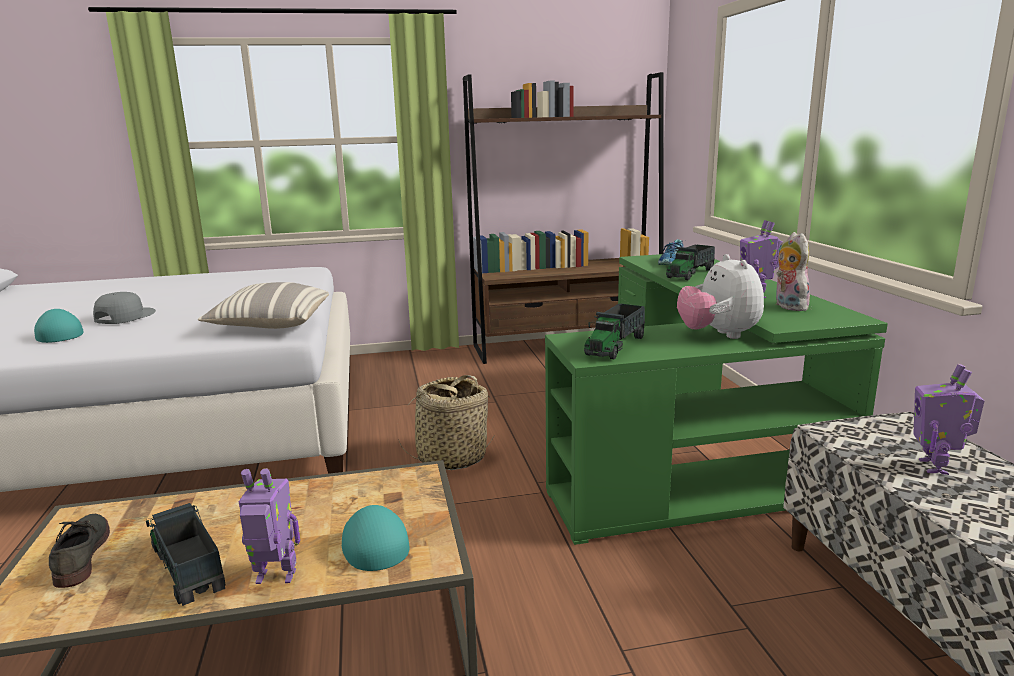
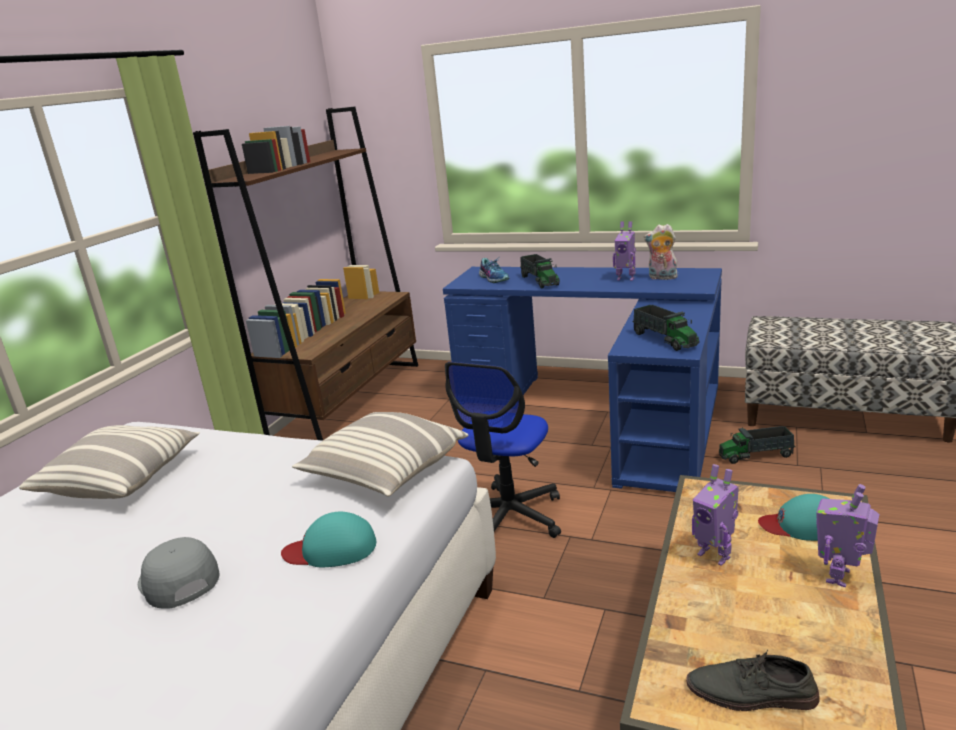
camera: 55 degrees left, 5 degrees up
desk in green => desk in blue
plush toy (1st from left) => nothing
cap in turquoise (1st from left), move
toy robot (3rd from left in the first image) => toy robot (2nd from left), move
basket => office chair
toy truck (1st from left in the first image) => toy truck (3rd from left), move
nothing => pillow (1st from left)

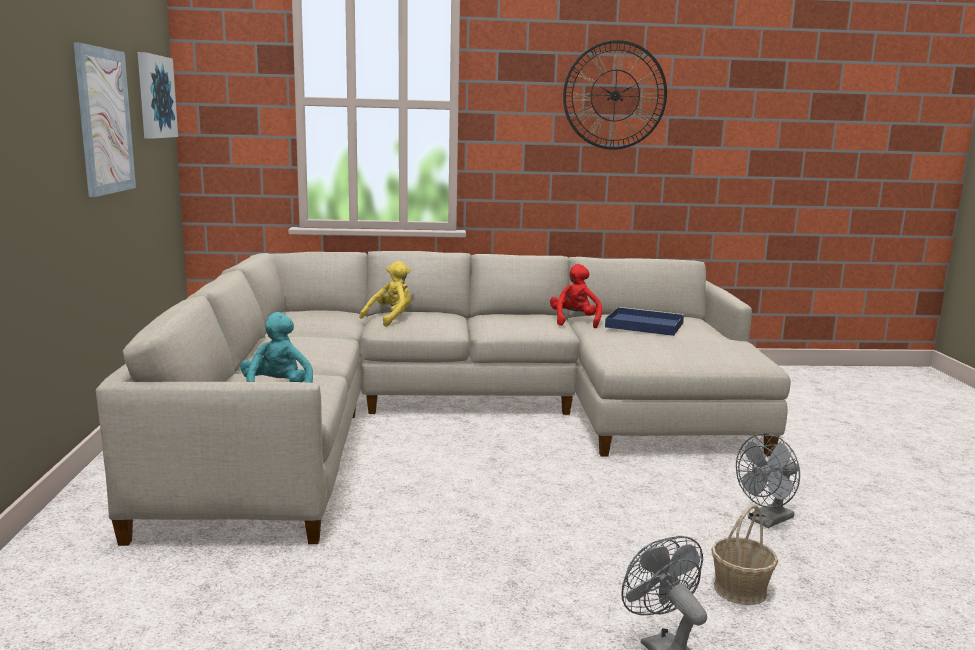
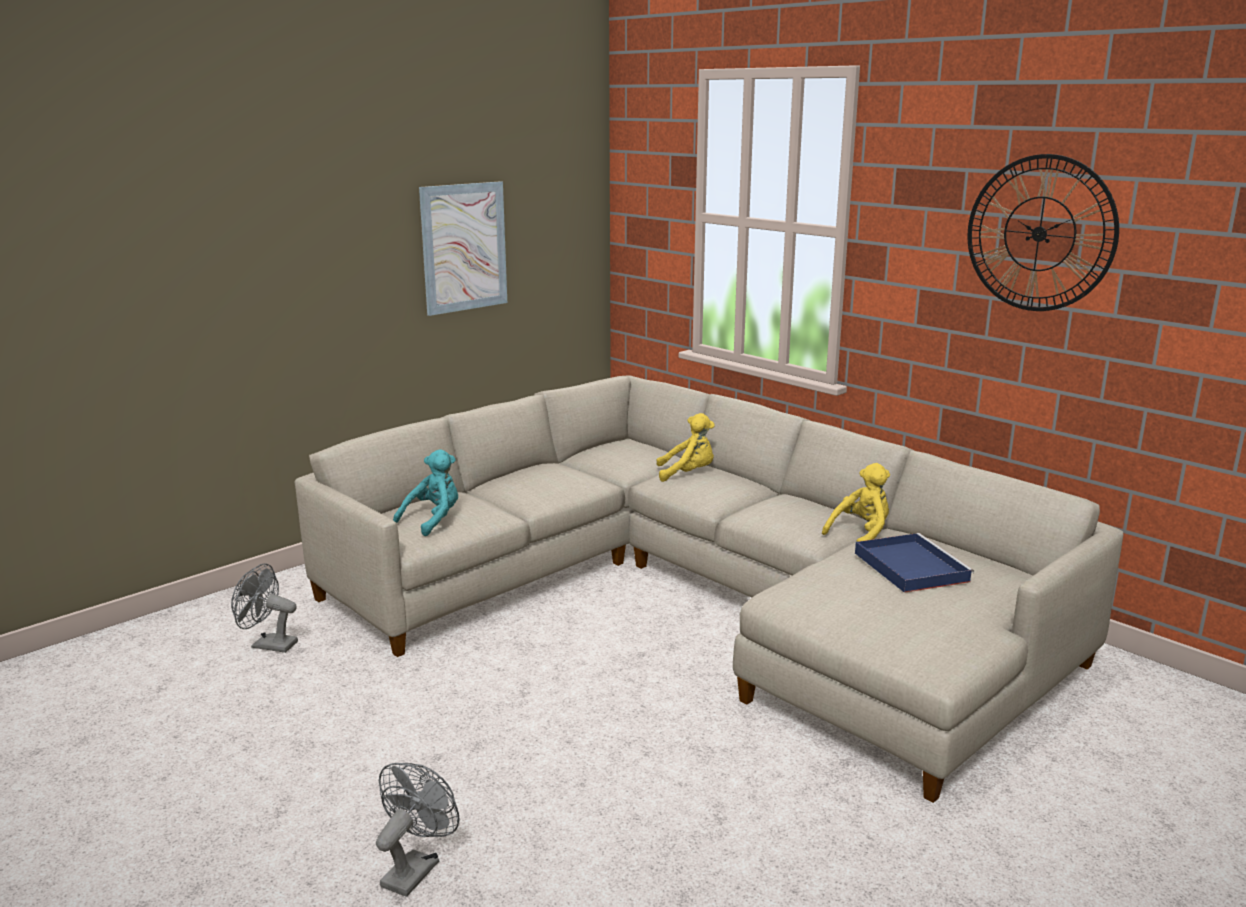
camera: 50 degrees right, 5 degrees up
picture (2nd from left) => nothing
plush toy in red => plush toy in yellow (2nd from left)
fan in grey (2nd from left in the first image) => fan in grey (1st from left), move
basket => nothing

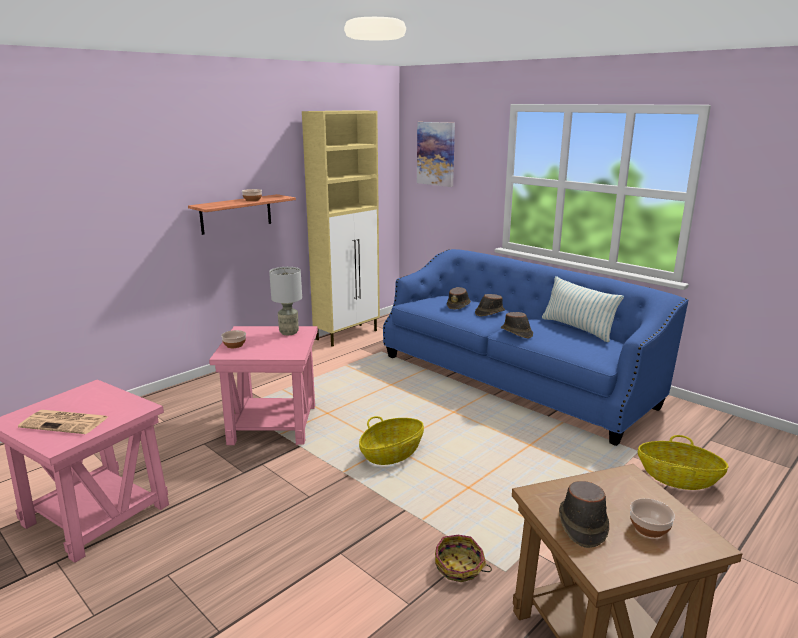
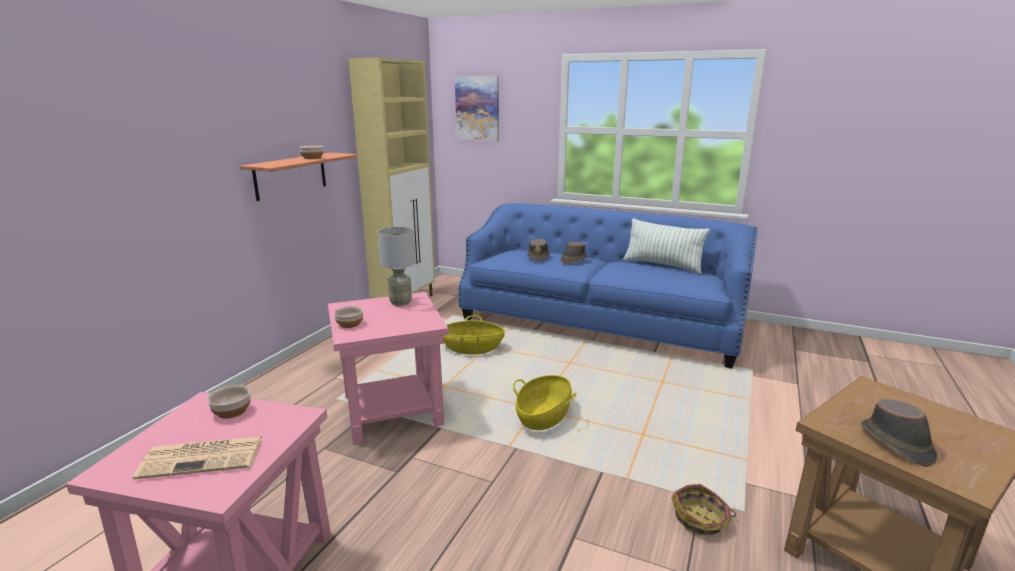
camera: 20 degrees left, 0 degrees up
hat in brown (3rd from left) => nothing
basket (3rd from left in the first image) => basket (1st from left), move
bowl (3rd from left in the first image) => bowl (1st from left), move

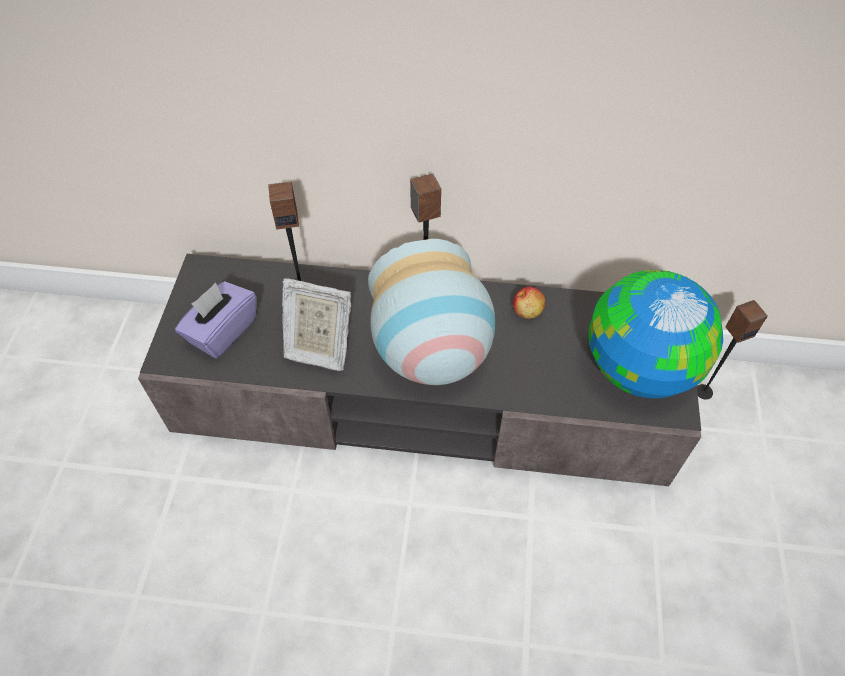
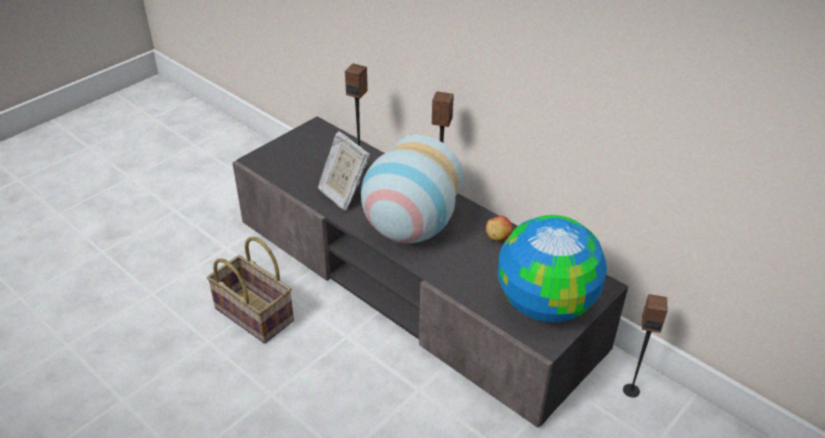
camera: 35 degrees right, 15 degrees down
tissue box in purple => nothing
nothing => basket

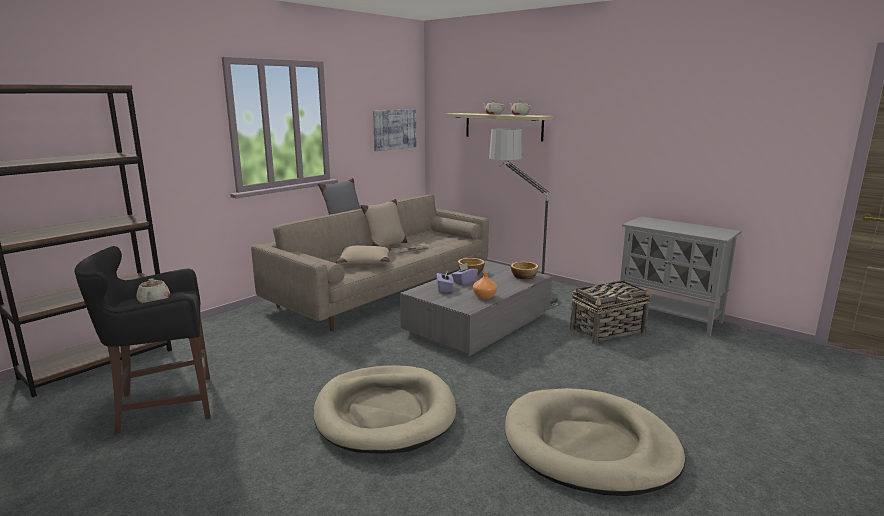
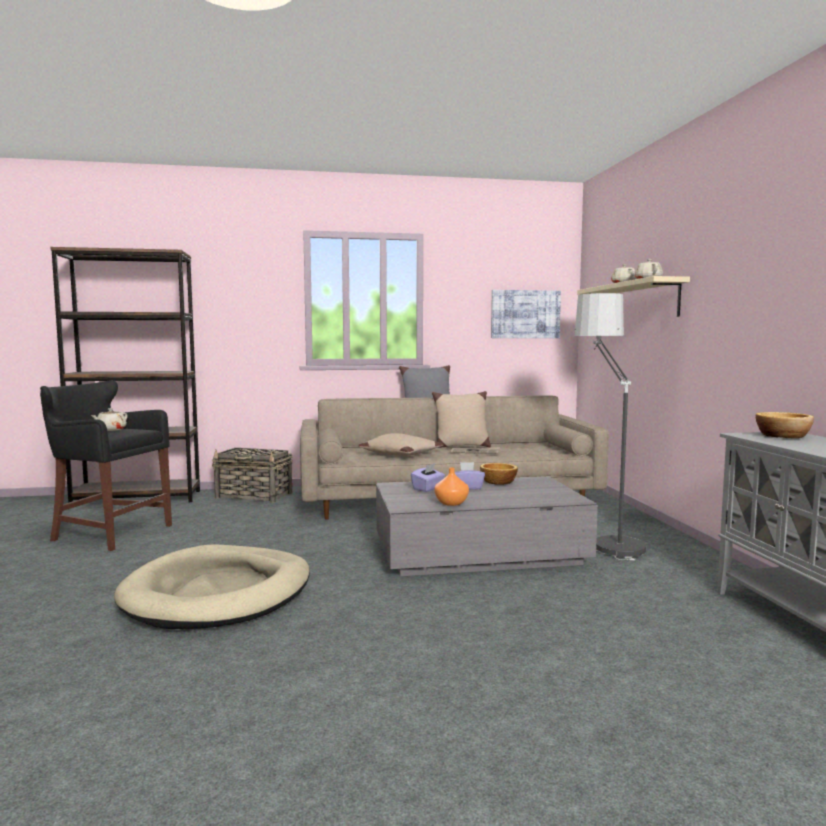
camera: 40 degrees right, 10 degrees down
bowl (2nd from left), move
basket, move
dog bed in beige (2nd from left) => nothing

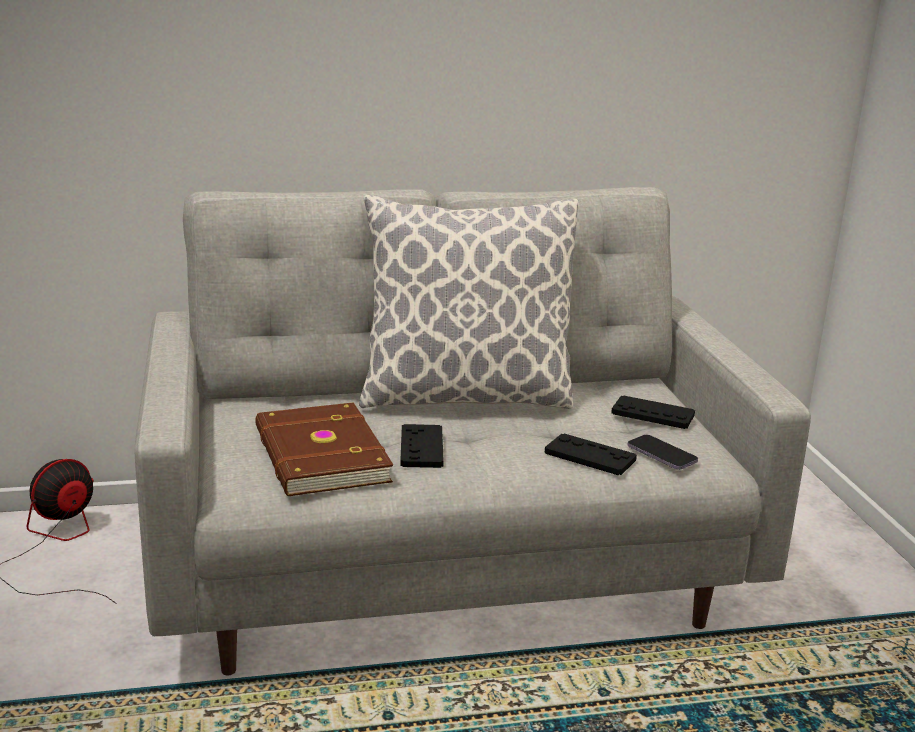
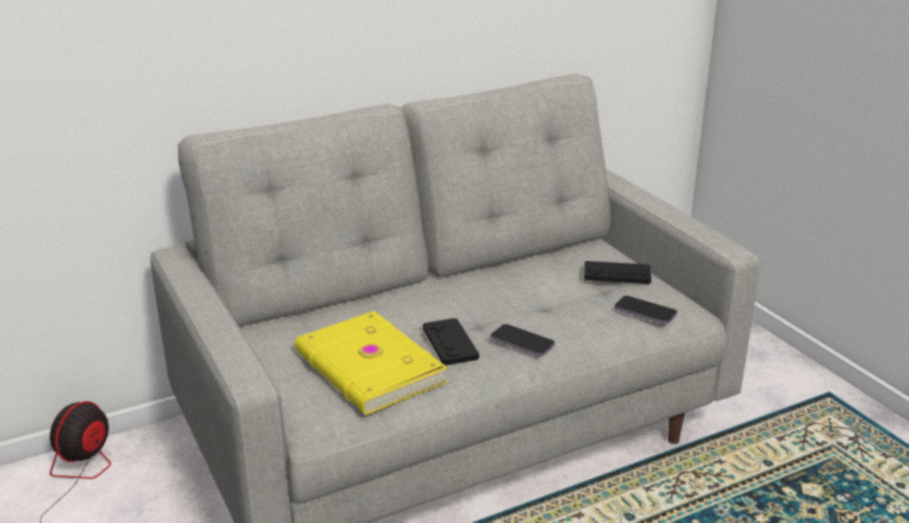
camera: 15 degrees left, 5 degrees up
pillow => nothing
book in brown => book in yellow
game controller in black (2nd from left) => nothing
nothing => phone (1st from left)

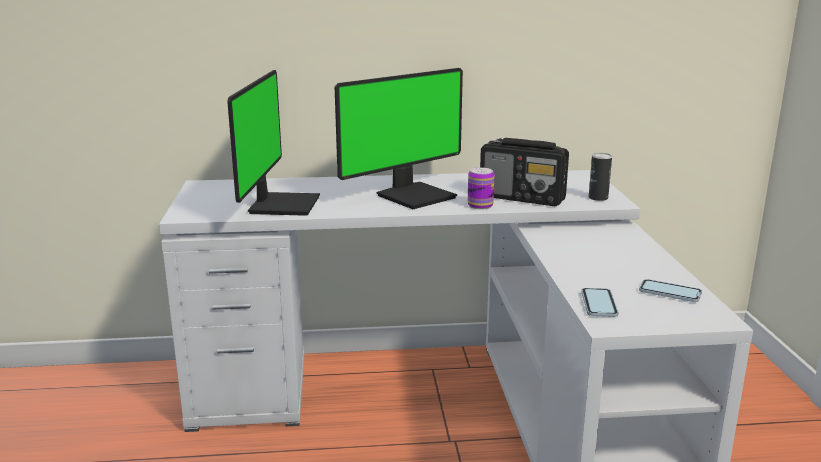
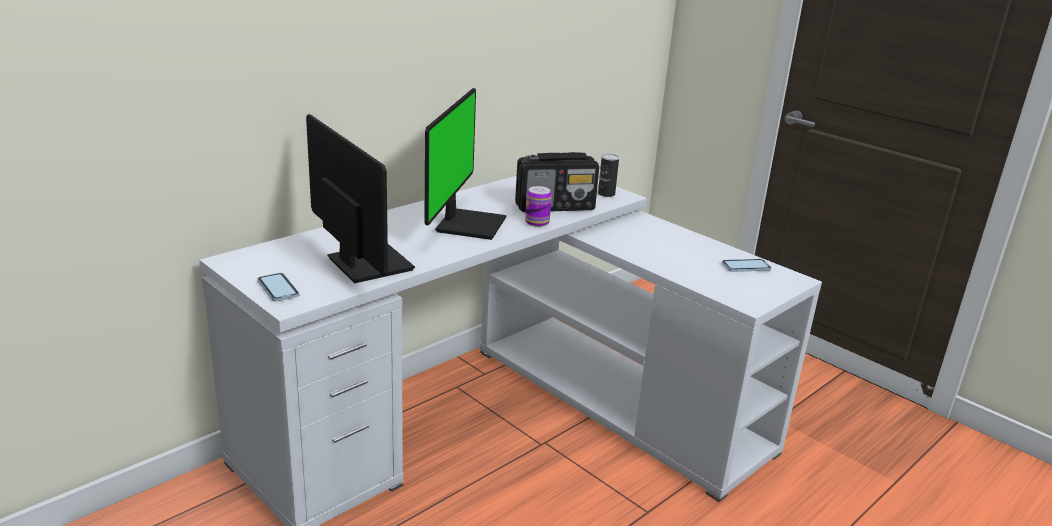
camera: 40 degrees left, 5 degrees up
phone (1st from left), move

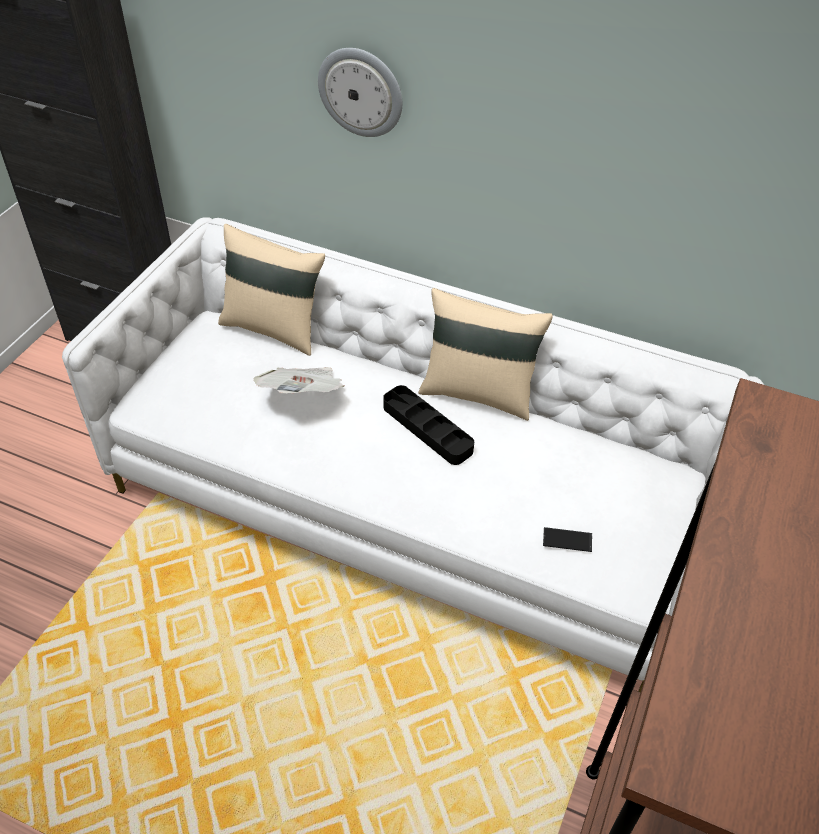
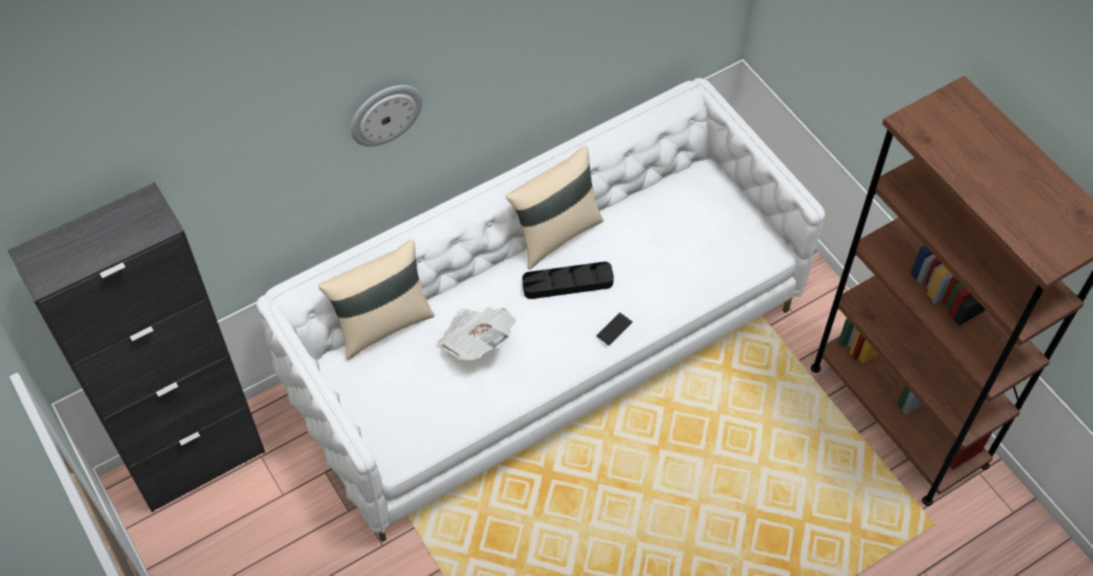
camera: 55 degrees left, 10 degrees up
phone, move

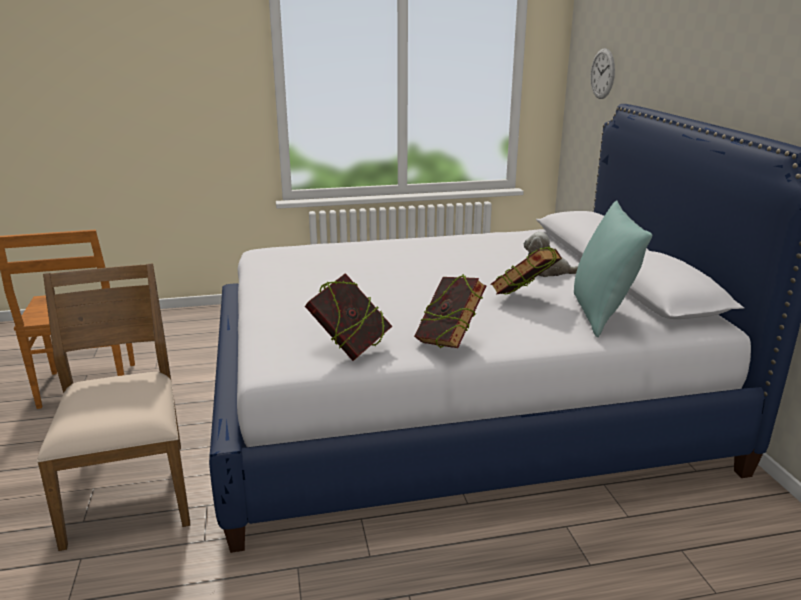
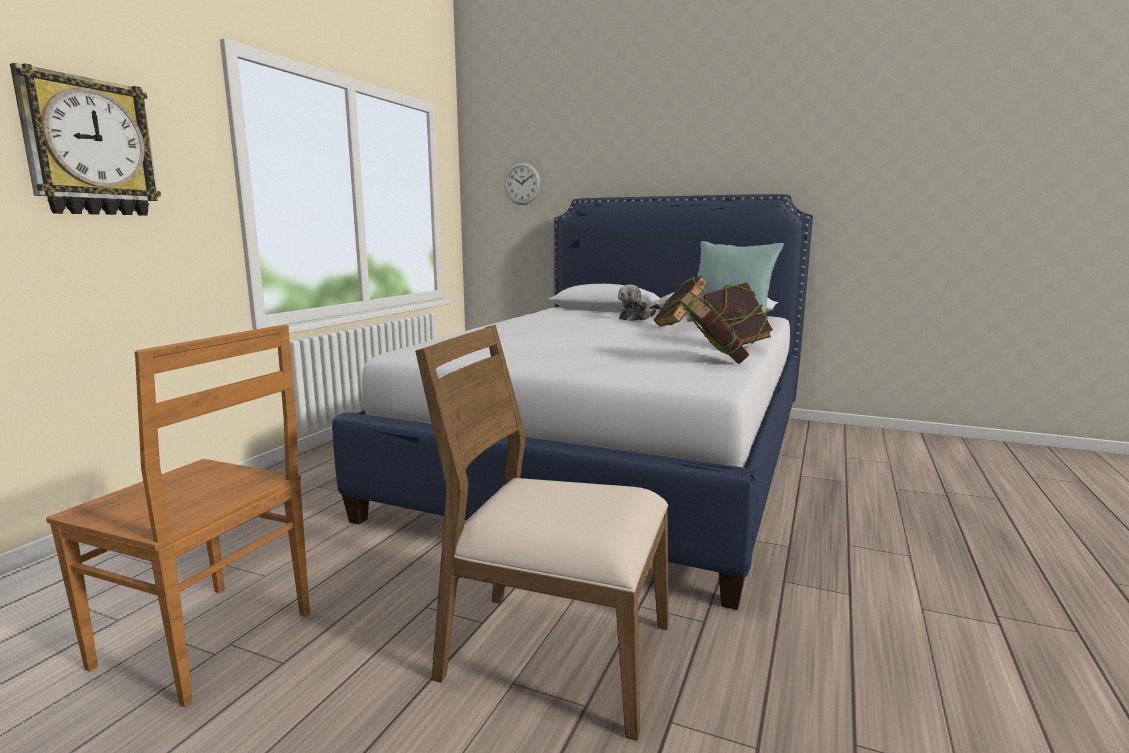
camera: 55 degrees left, 10 degrees down
nothing => wall clock (1st from left)

